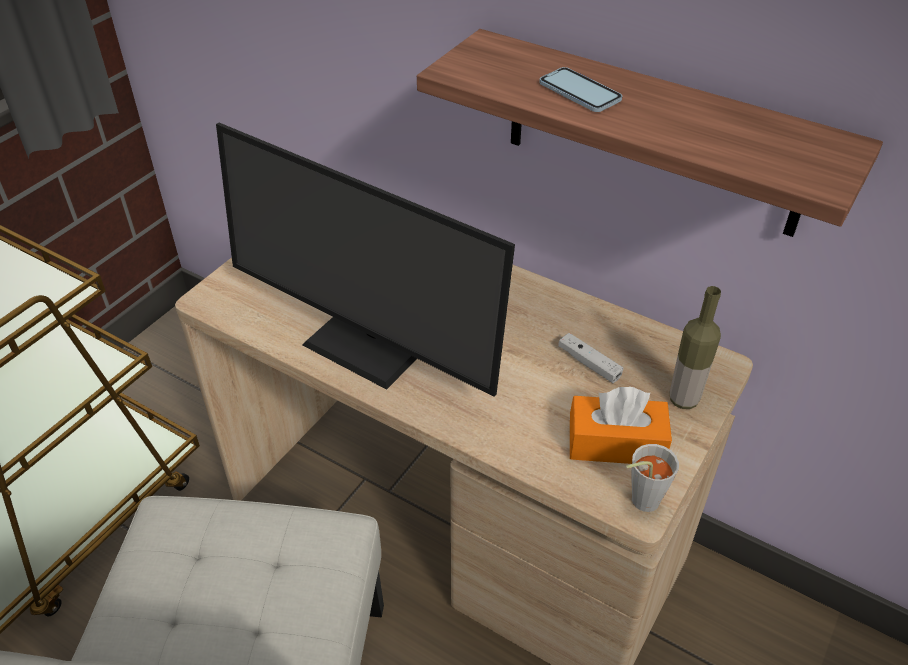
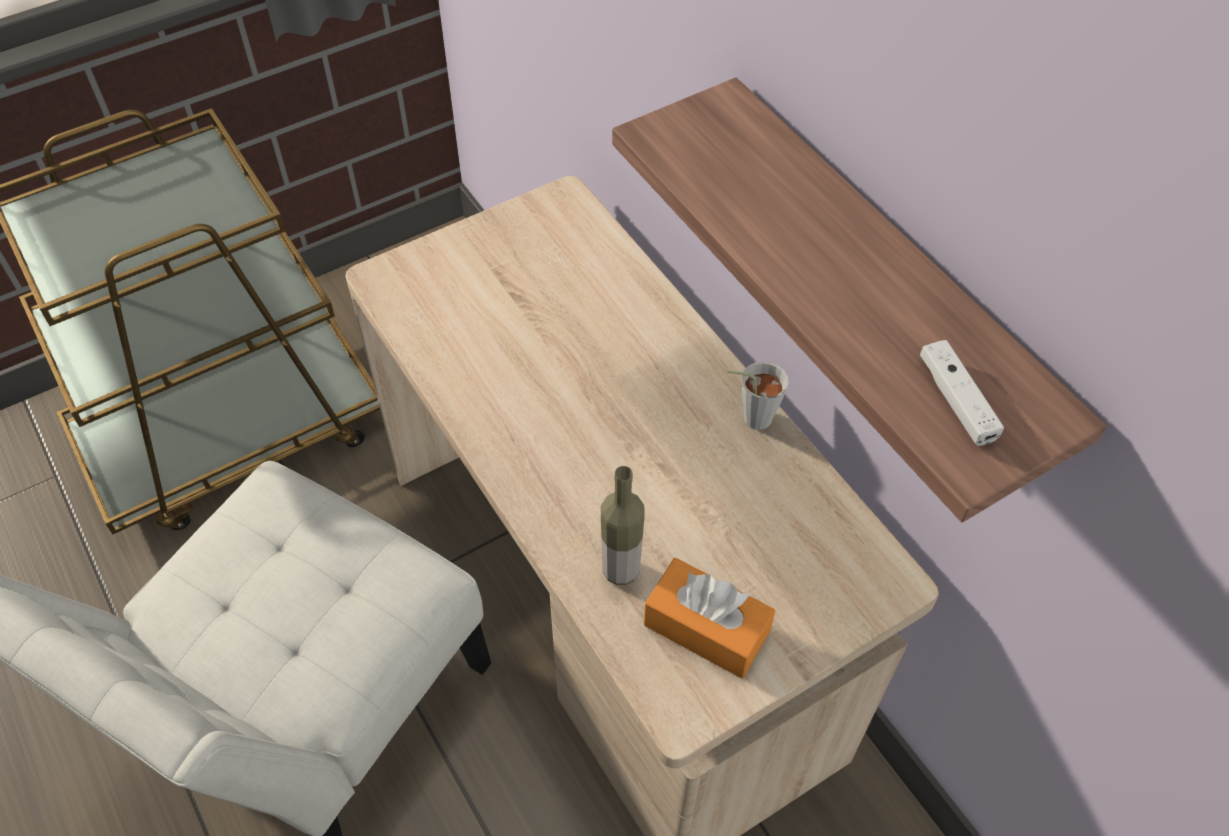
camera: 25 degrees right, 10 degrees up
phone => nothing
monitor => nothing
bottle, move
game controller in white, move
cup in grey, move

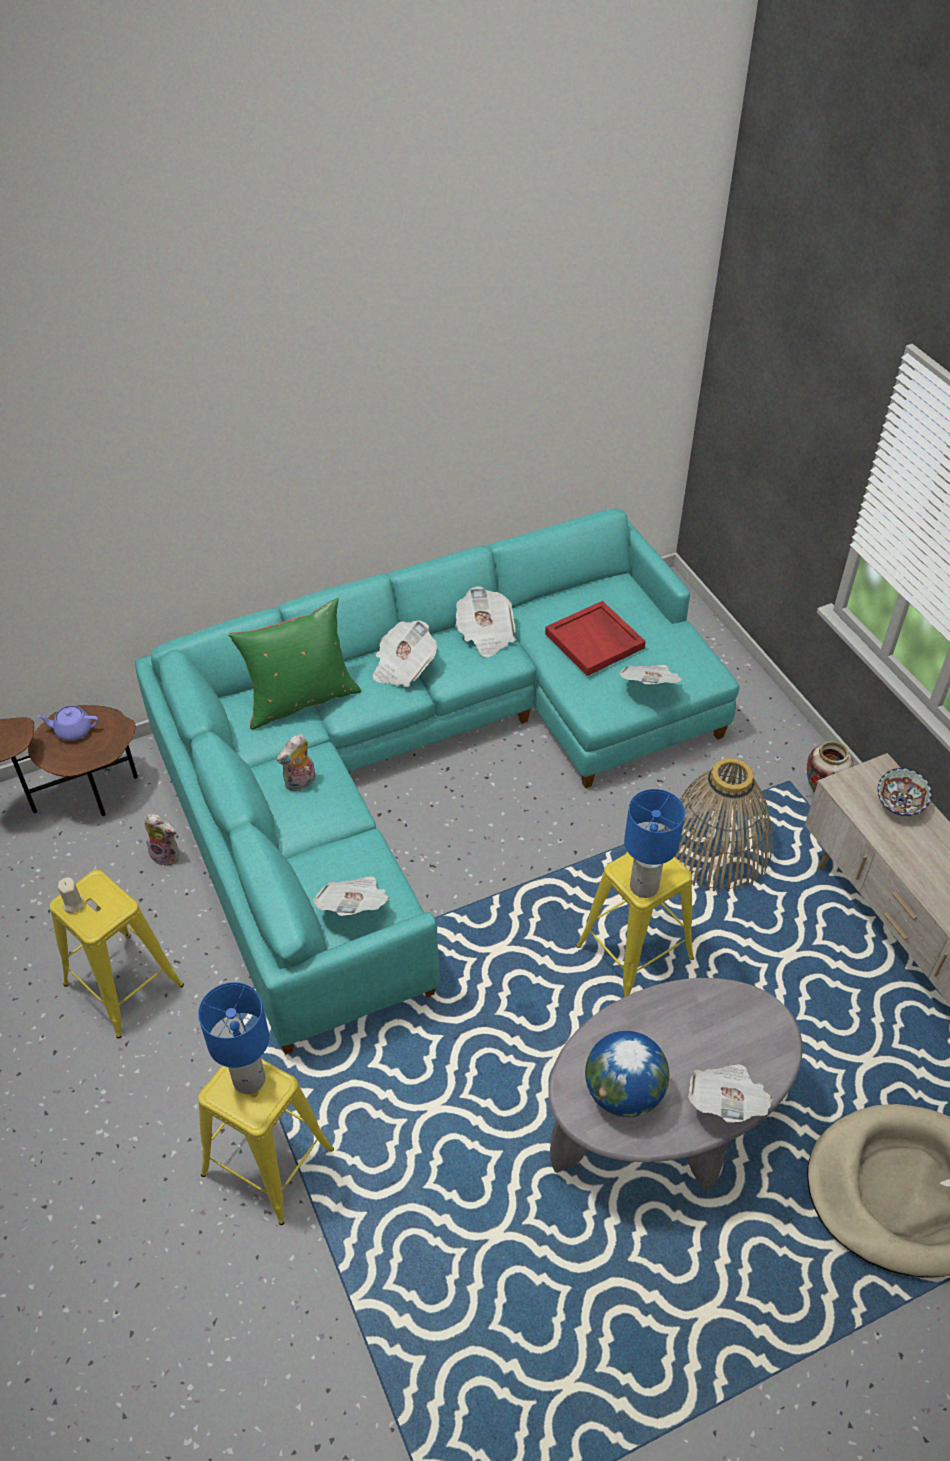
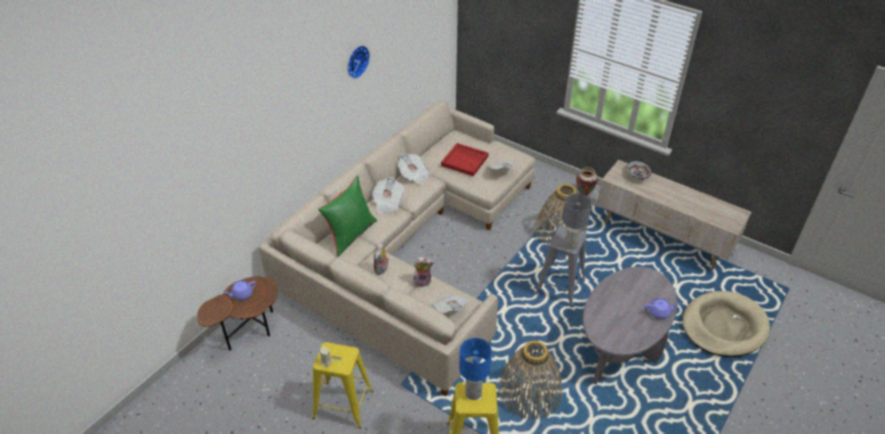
camera: 30 degrees left, 5 degrees down
sofa in turquoise => sofa in beige
table lamp in blue (2nd from left) => table lamp in grey
plush toy (1st from left in the first image) => plush toy (2nd from left), move
stool in yellow (3rd from left) => stool in grey
globe => nothing
newspaper (5th from left) => teapot in purple (2nd from left)
nothing => wall clock
nothing => basket (1st from left)

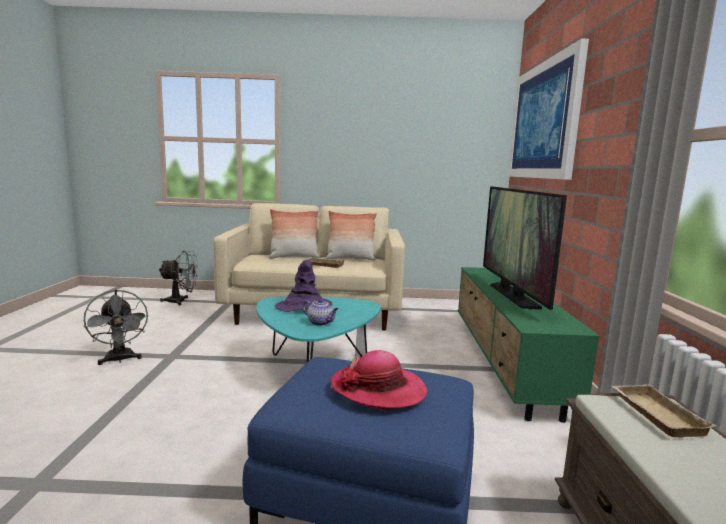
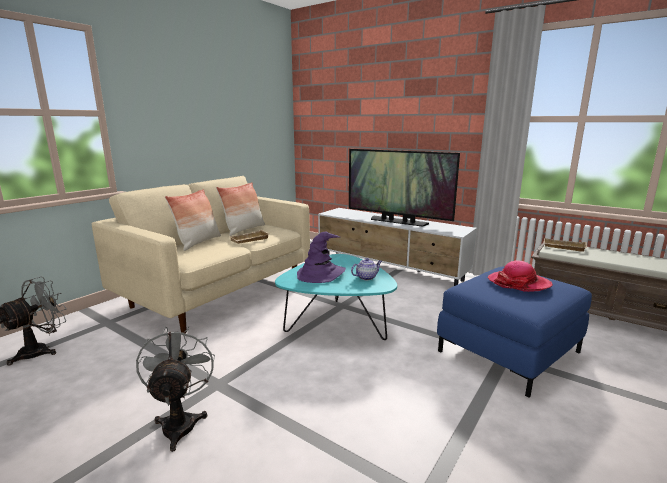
camera: 55 degrees left, 5 degrees up
picture => nothing
tv stand in green => tv stand in white
fan in grey (1st from left in the first image) => fan in grey (2nd from left), 105 degrees counterclockwise

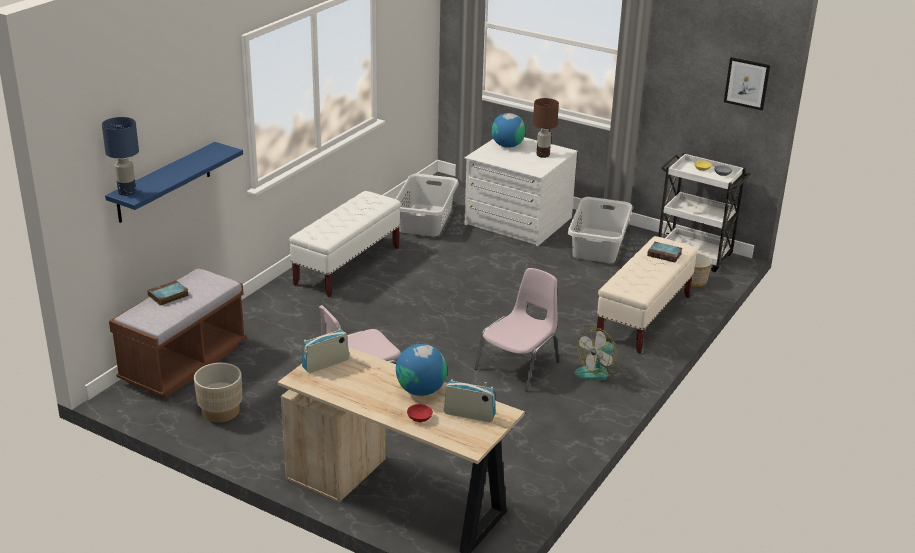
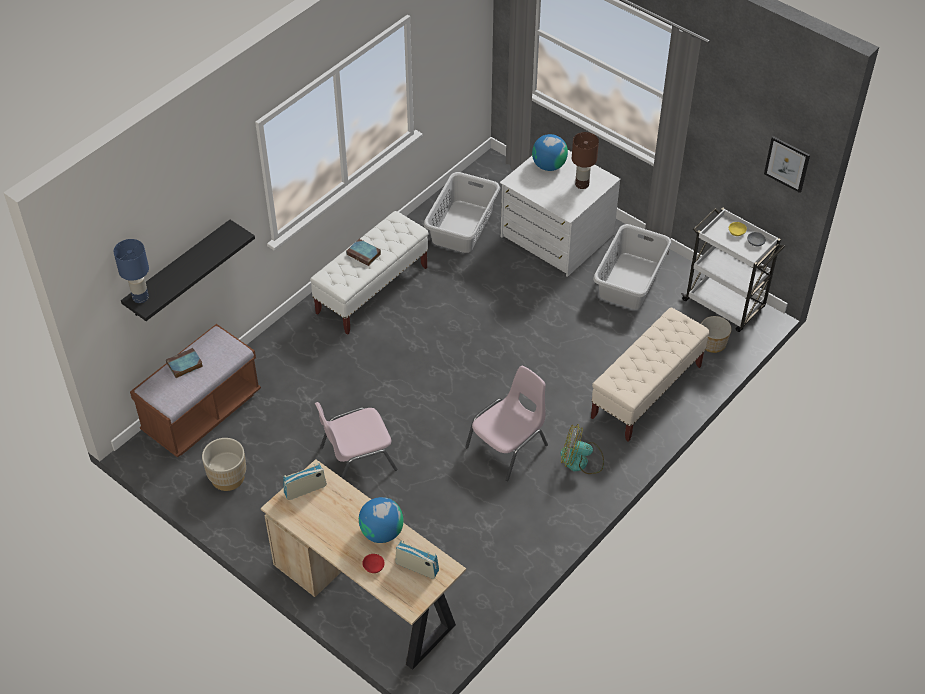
camera: 10 degrees right, 20 degrees up
shelf in blue => shelf in black
book (2nd from left), move
fan, 45 degrees clockwise

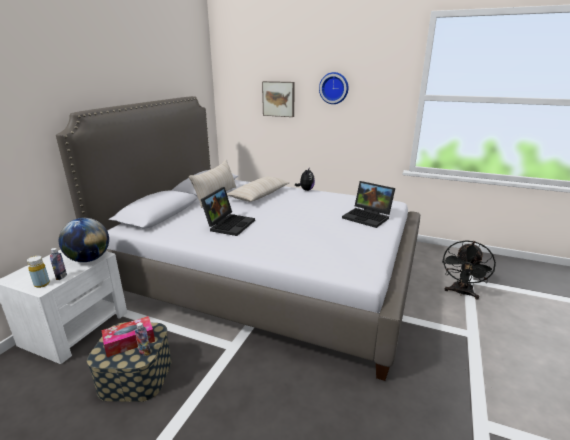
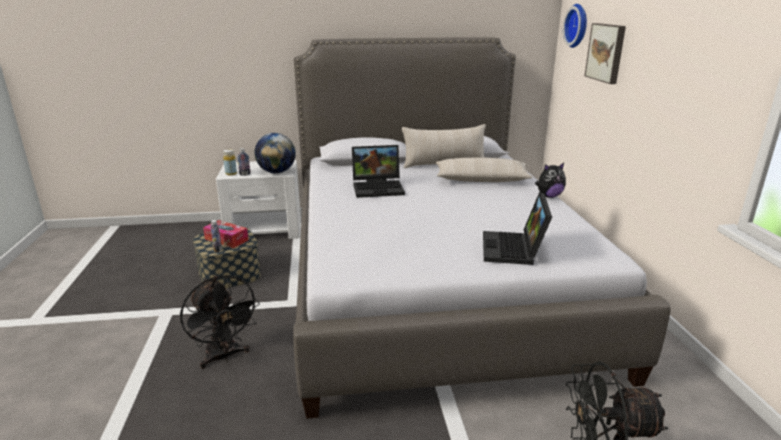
camera: 60 degrees right, 0 degrees up
wall clock, move
nothing => fan in black (1st from left)

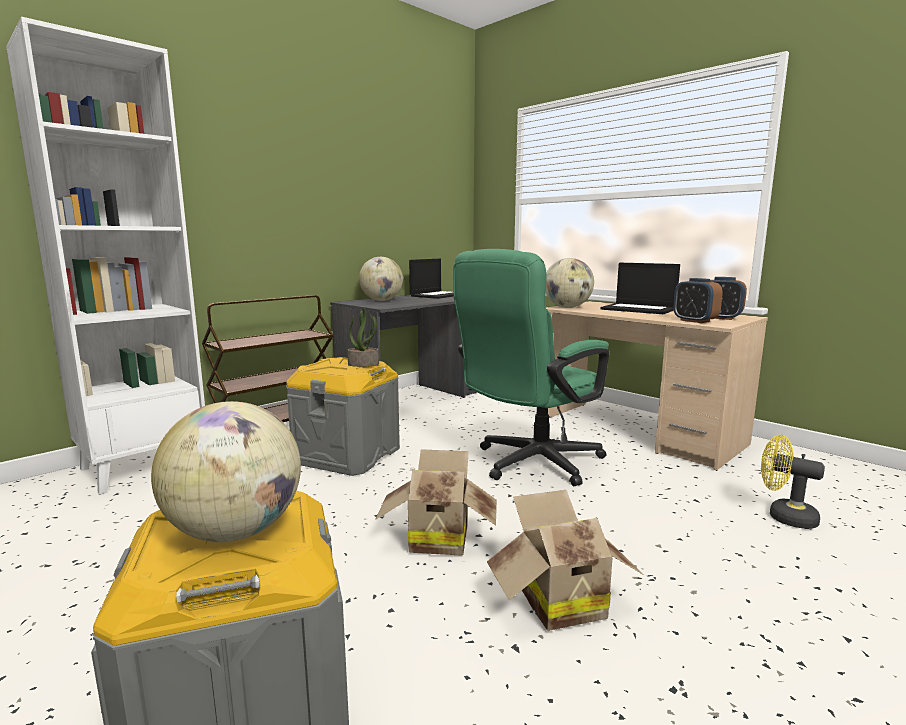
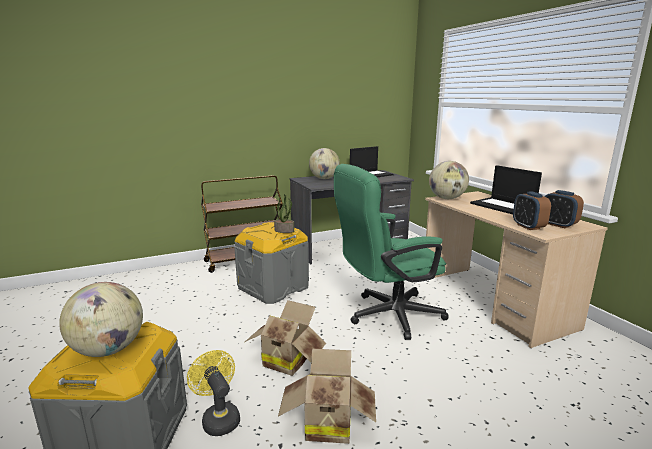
camera: 20 degrees right, 5 degrees up
bookcase in white => nothing
fan in yellow, move

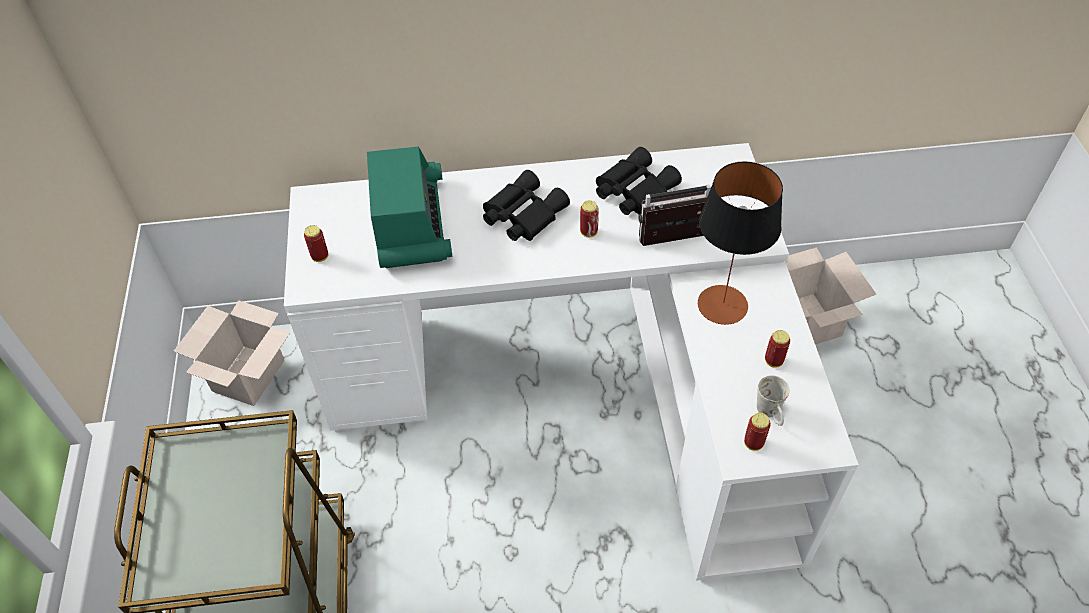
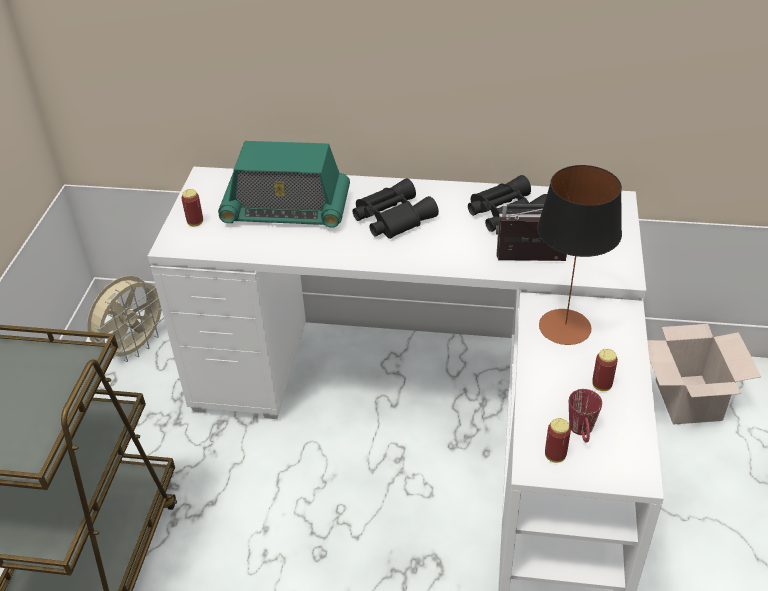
camera: 15 degrees right, 10 degrees down
radio (1st from left), 90 degrees clockwise
can (2nd from left) => nothing
cardboard box (1st from left) => fan in beige
mug in white => mug in red

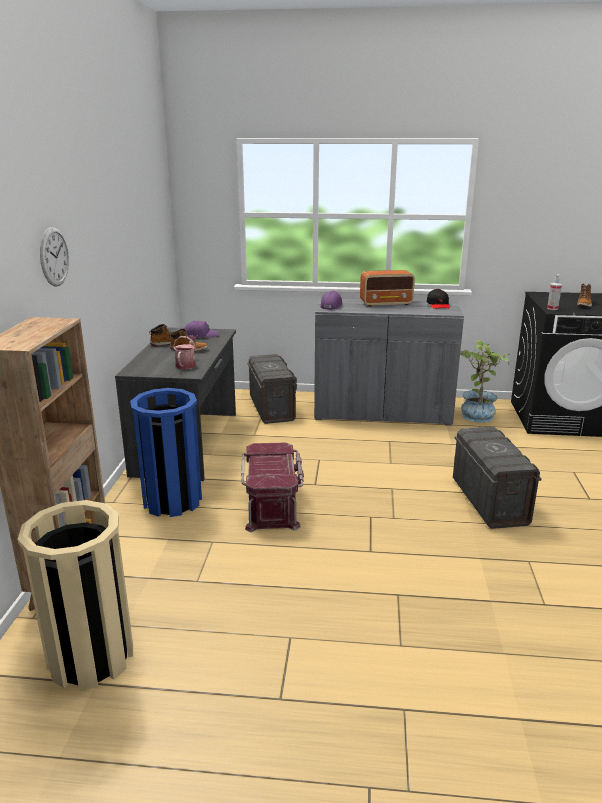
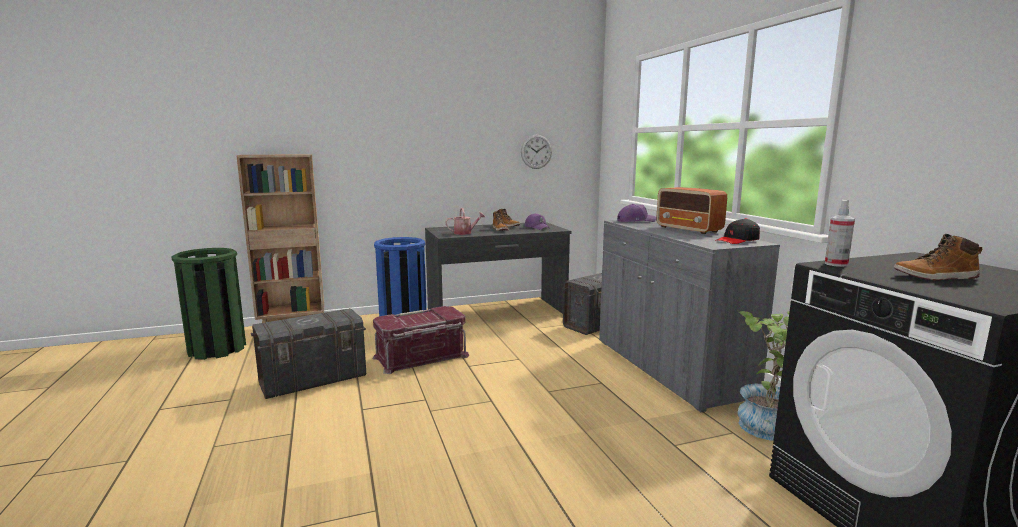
camera: 65 degrees right, 10 degrees down
wall clock, move
storage box in grey (2nd from left in the first image) => storage box in grey (1st from left), move
trash can in beige => trash can in green

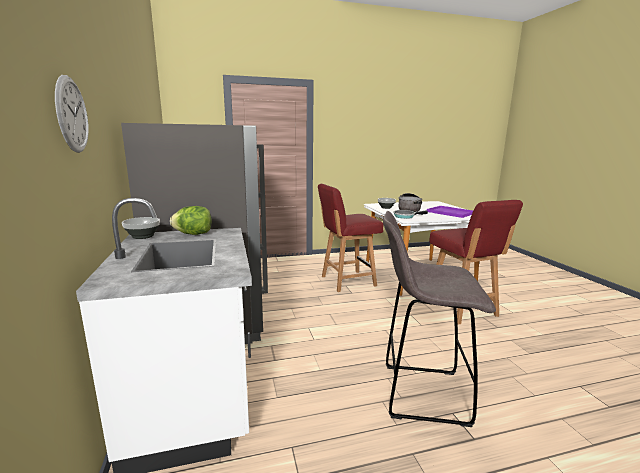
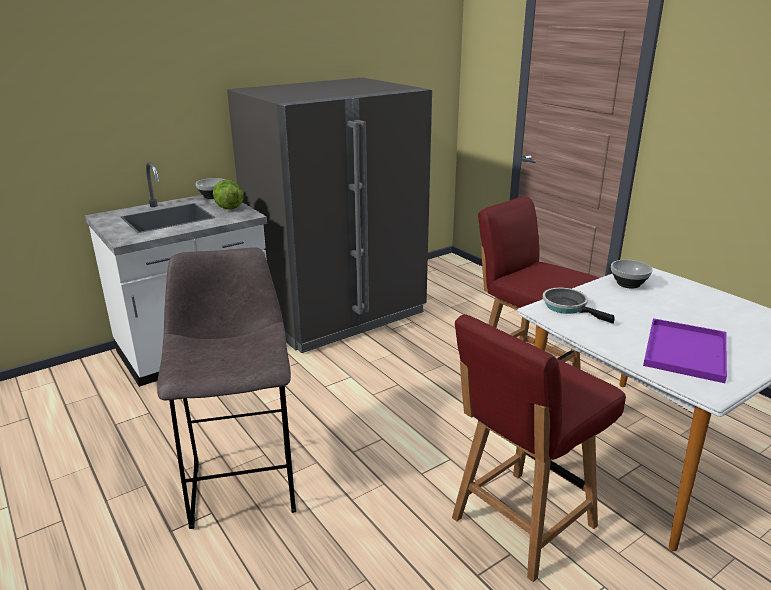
camera: 70 degrees right, 10 degrees up
wall clock => nothing
cooking pot => nothing

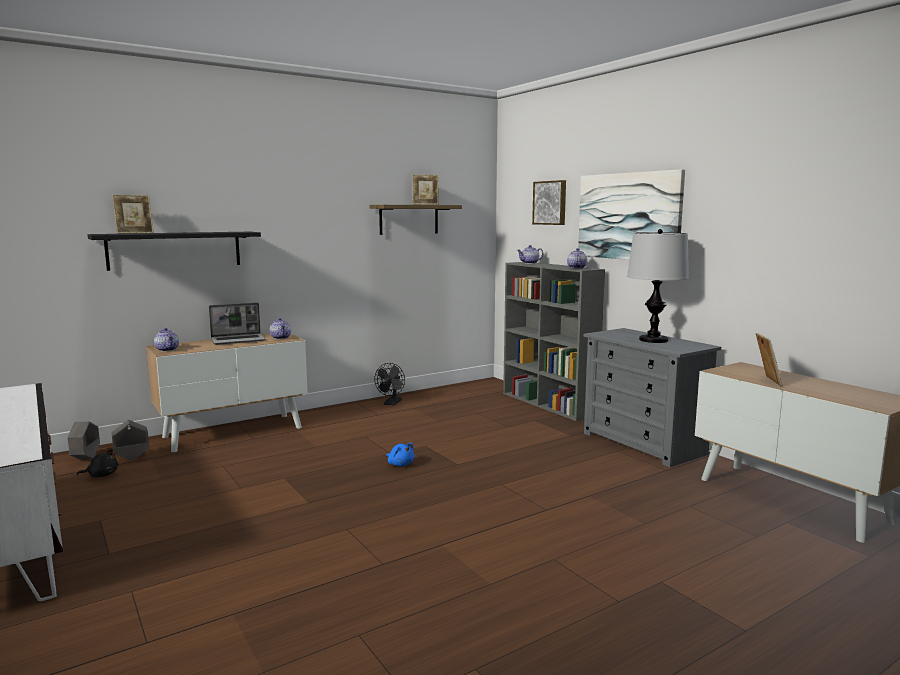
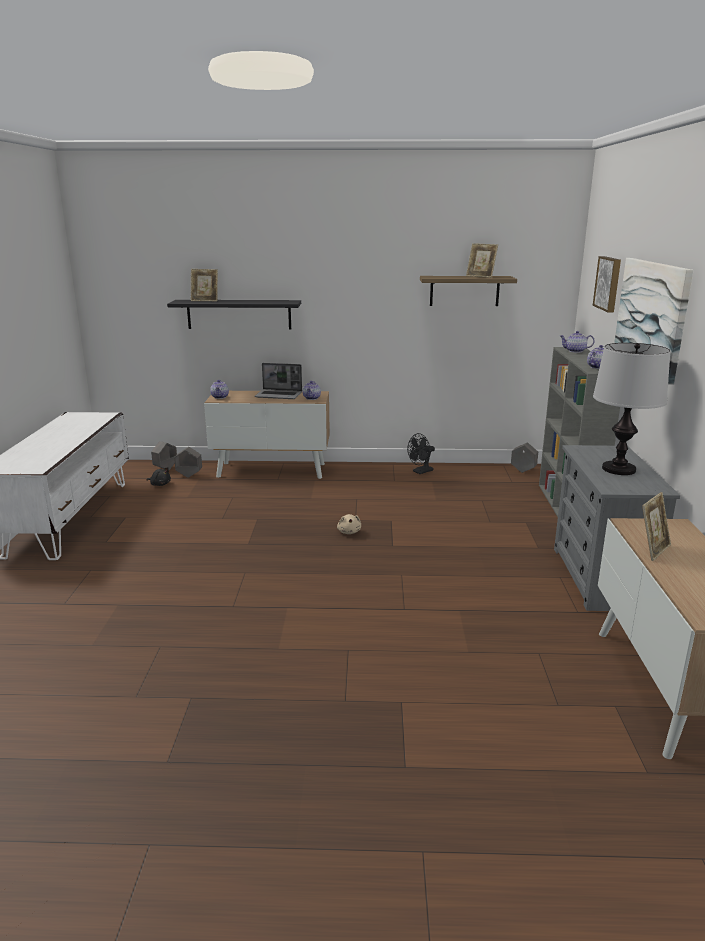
camera: 35 degrees right, 10 degrees up
plush toy in blue => plush toy in beige
nothing => planter in grey (3rd from left)

